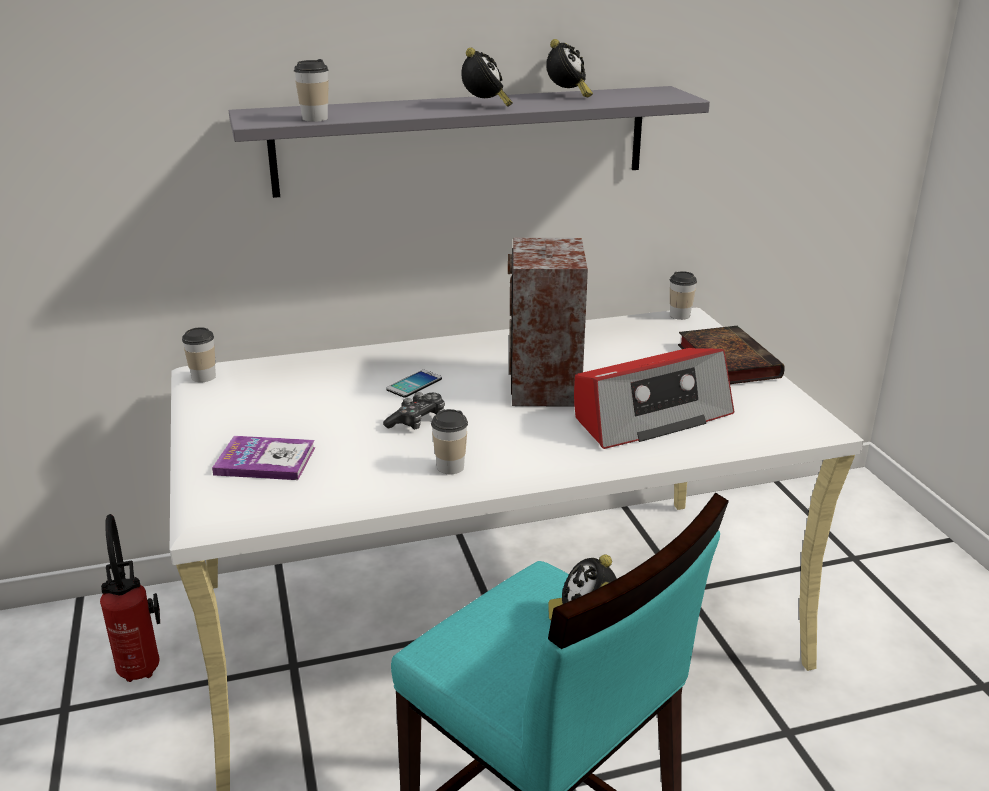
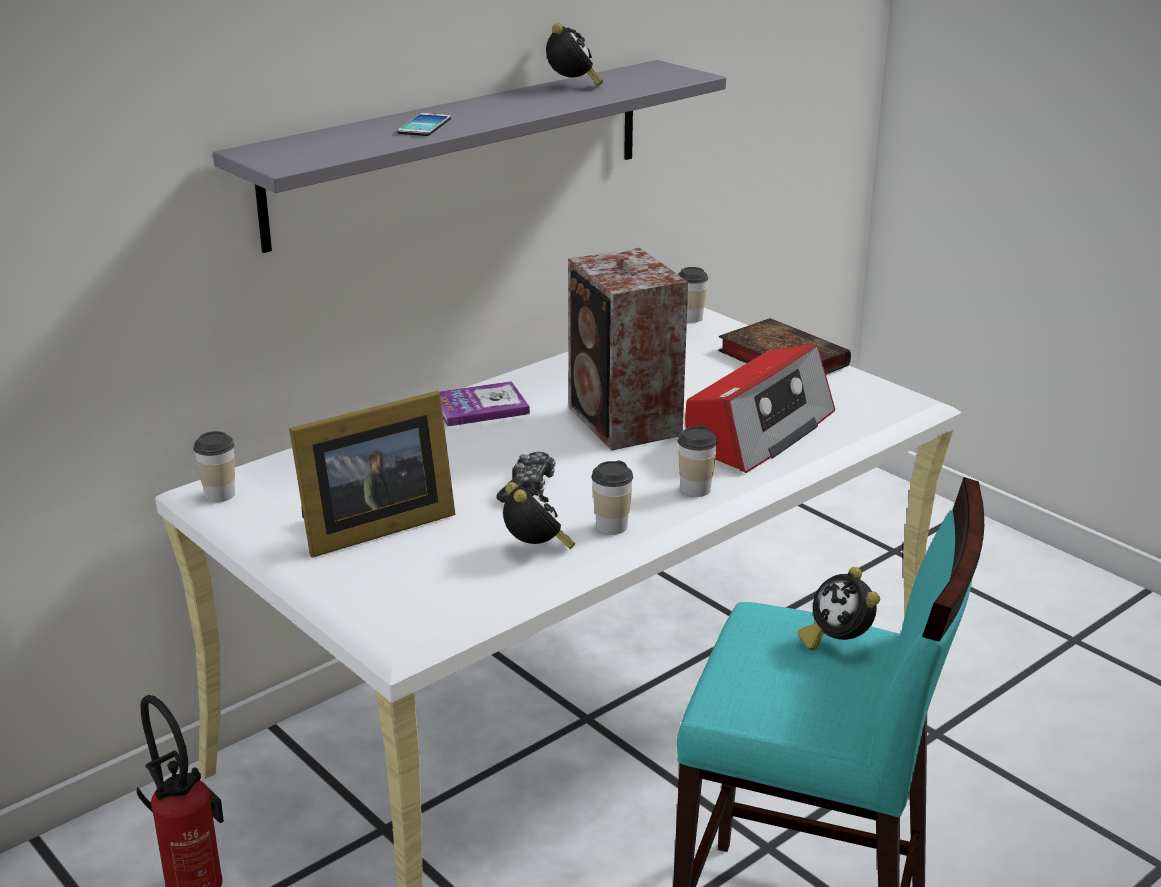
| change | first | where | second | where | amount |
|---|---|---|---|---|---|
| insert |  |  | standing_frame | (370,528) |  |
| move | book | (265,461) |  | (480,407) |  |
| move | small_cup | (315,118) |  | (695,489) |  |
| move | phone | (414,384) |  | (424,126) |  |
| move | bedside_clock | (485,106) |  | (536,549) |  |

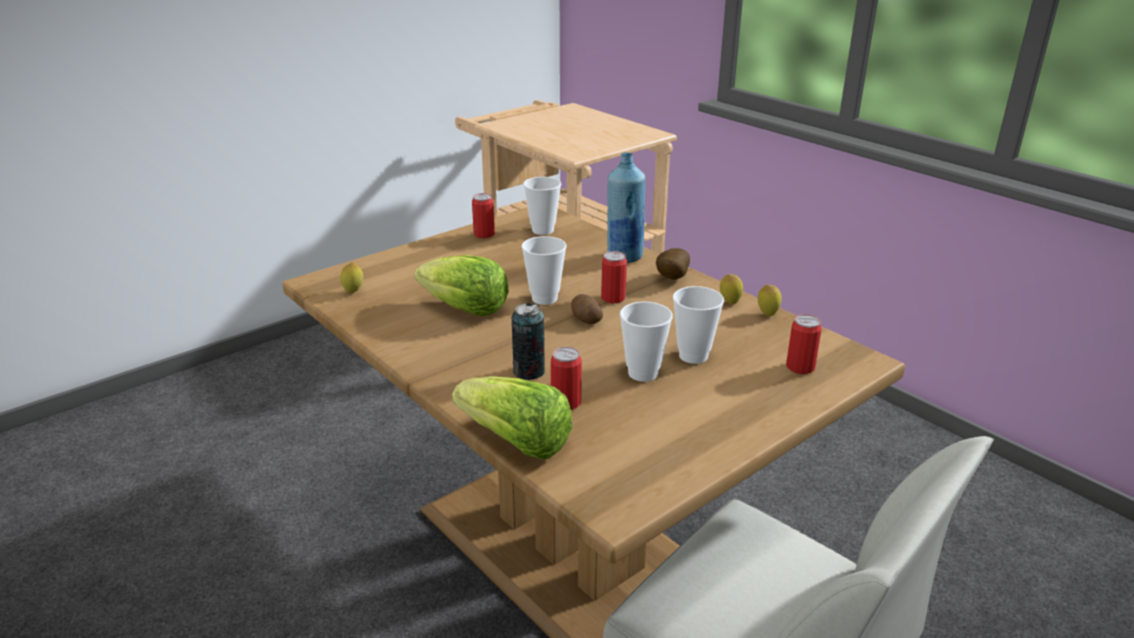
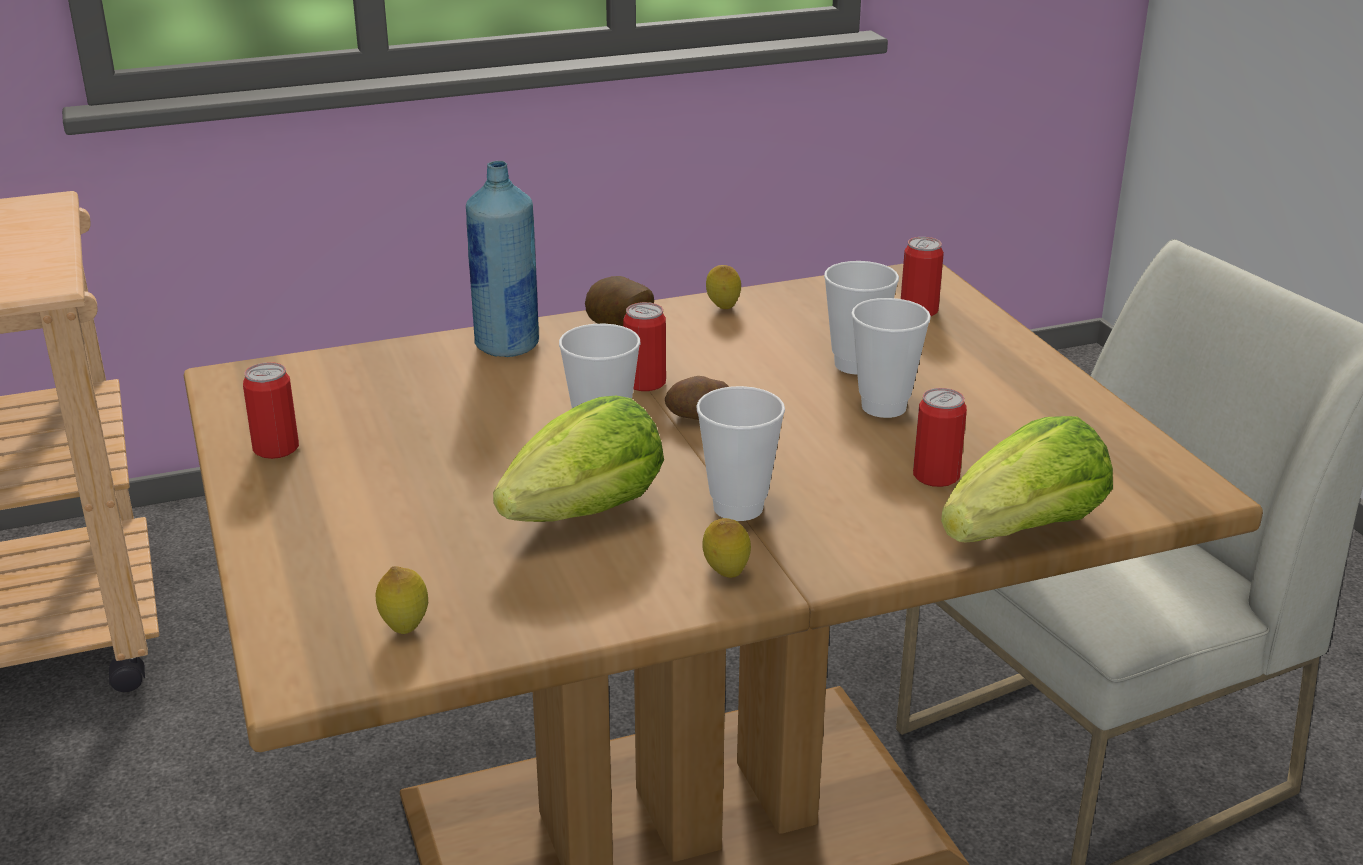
| change | first | where | second | where | amount |
|---|---|---|---|---|---|
| delete | can | (529,372) |  |  |  |
| move | small_cup | (542,230) |  | (738,507) |  |
| move | citrus_fruit | (767,314) |  | (726,575) |  |

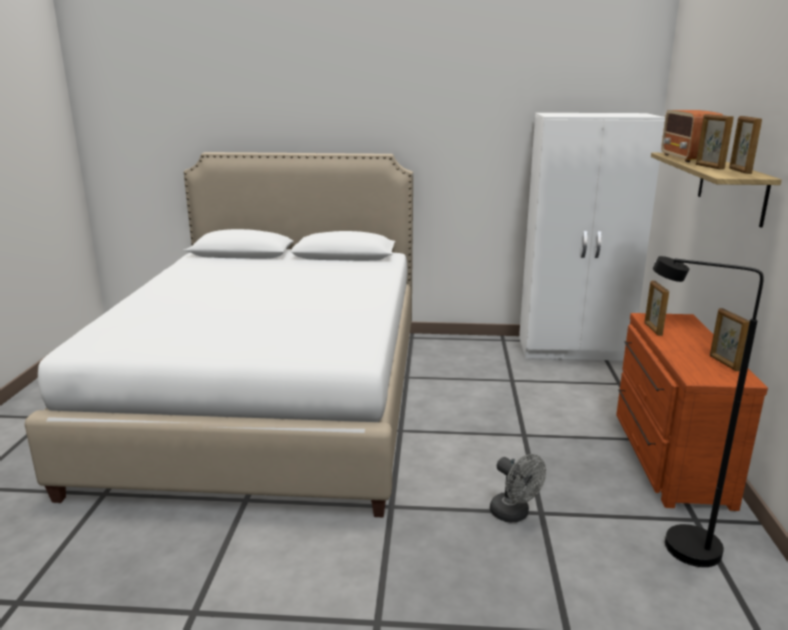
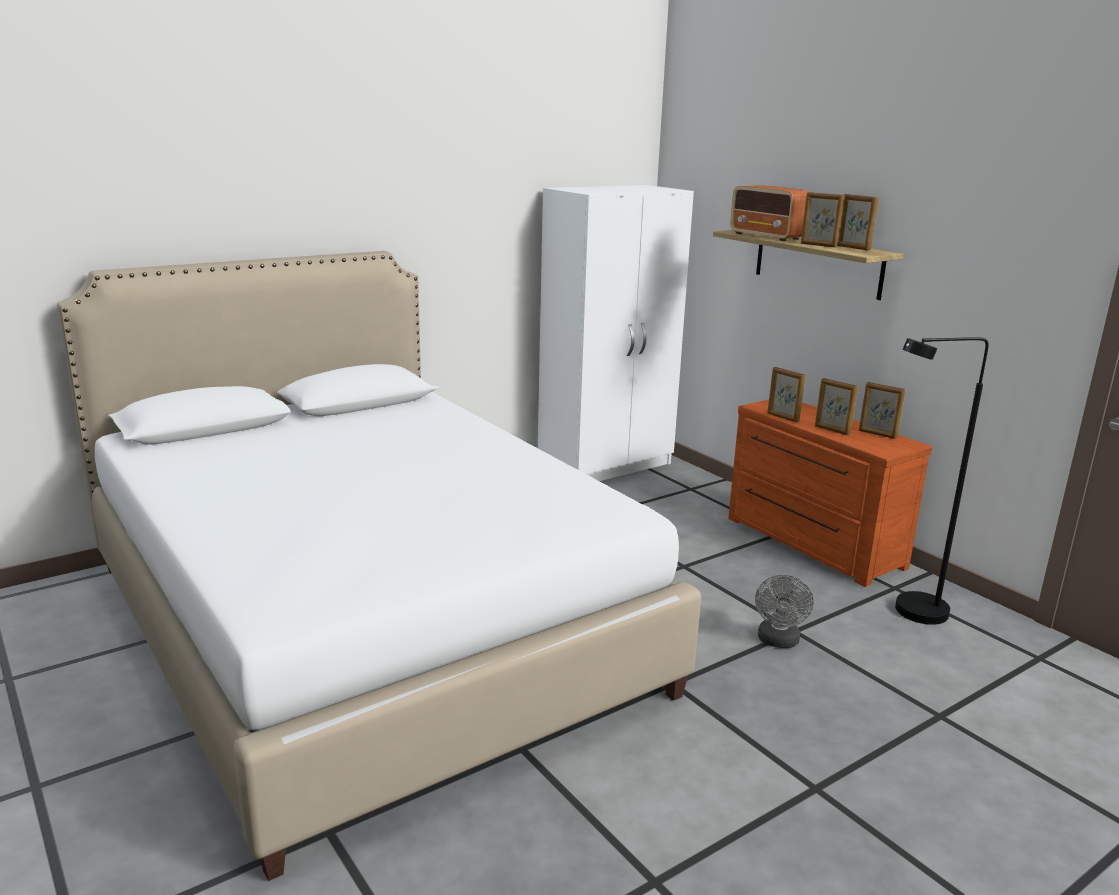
| change | first | where | second | where | amount |
|---|---|---|---|---|---|
| insert |  |  | standing_frame | (832,430) |  |
| rotate | gray_electric_fan | (514,514) |  | (778,642) | 90 degrees clockwise |

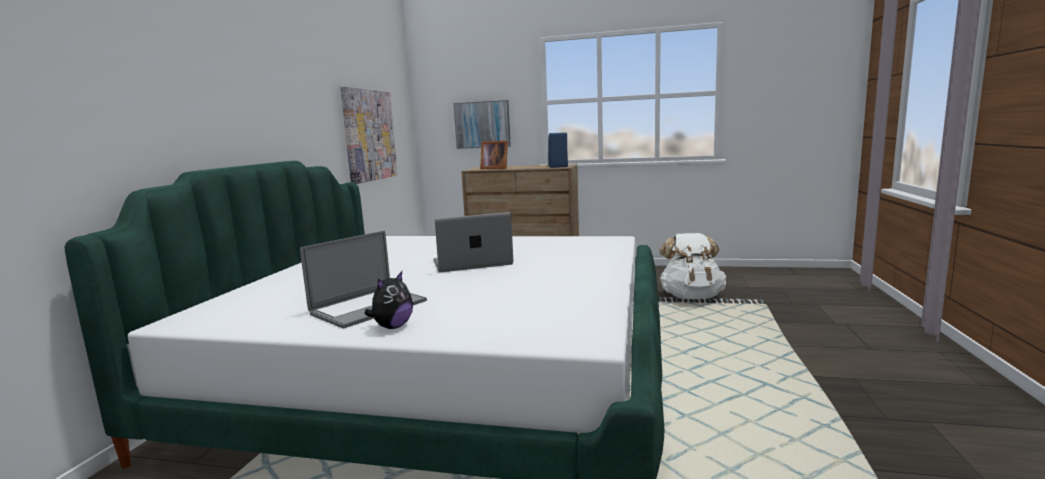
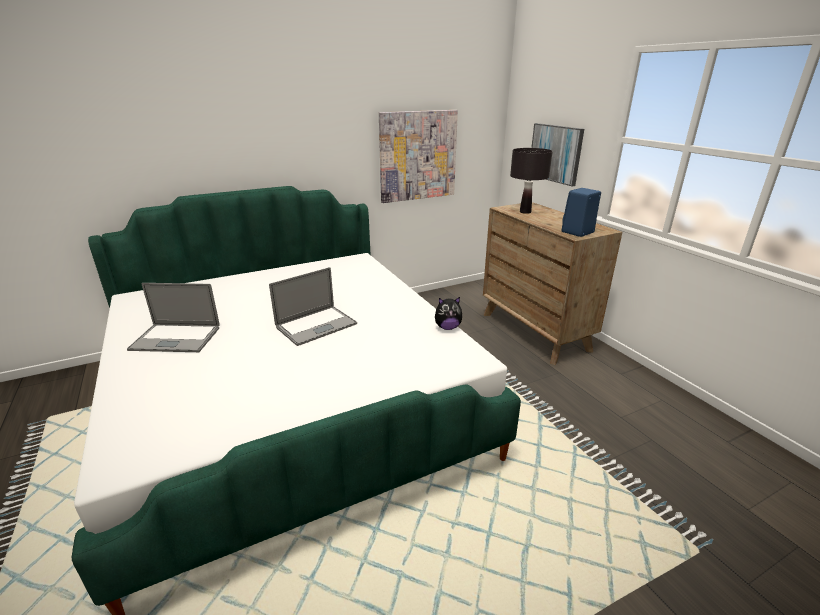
| change | first | where | second | where | amount |
|---|---|---|---|---|---|
| delete | white-coloured_rucksack | (691,297) |  |  |  |
| move | cuddly_toy | (392,327) |  | (447,327) |  |
| replace | standing_frame | (494,168) | black-coloured_tabletop_lamp | (525,212) |  |
| rotate | notebook_computer | (472,263) |  | (316,325) | 105 degrees clockwise |

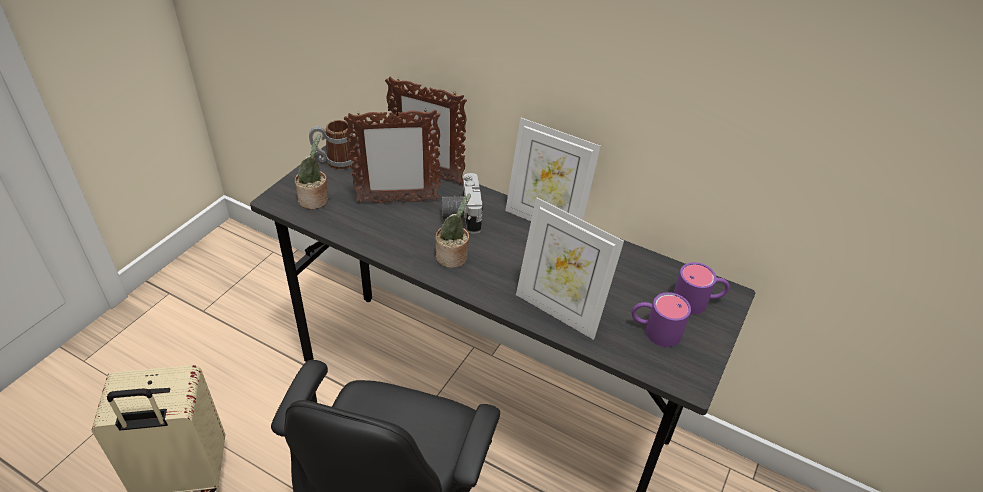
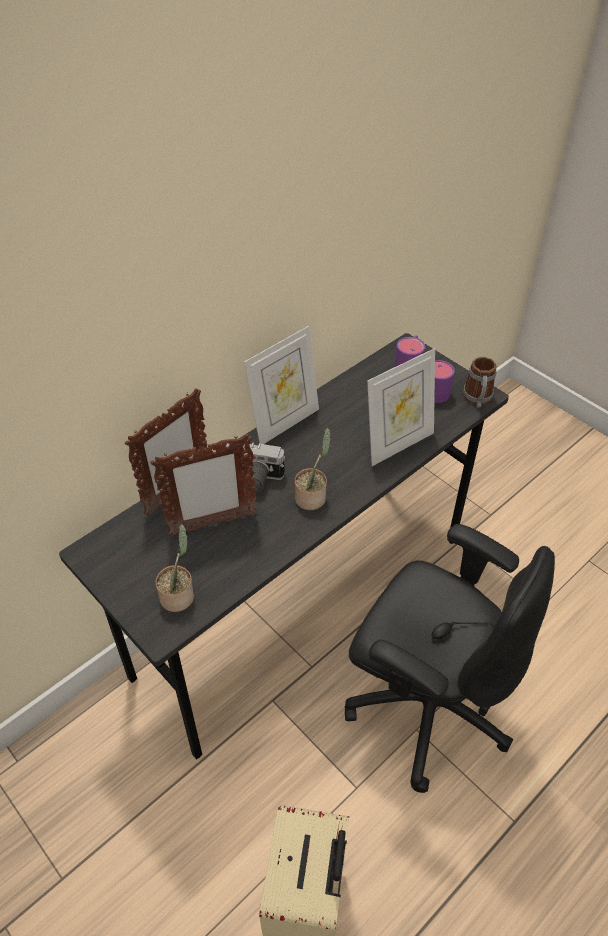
| change | first | where | second | where | amount |
|---|---|---|---|---|---|
| move | mug | (335,161) |  | (477,399) |  |
| rotate | standing_frame | (397,201) |  | (212,524) | 60 degrees clockwise |

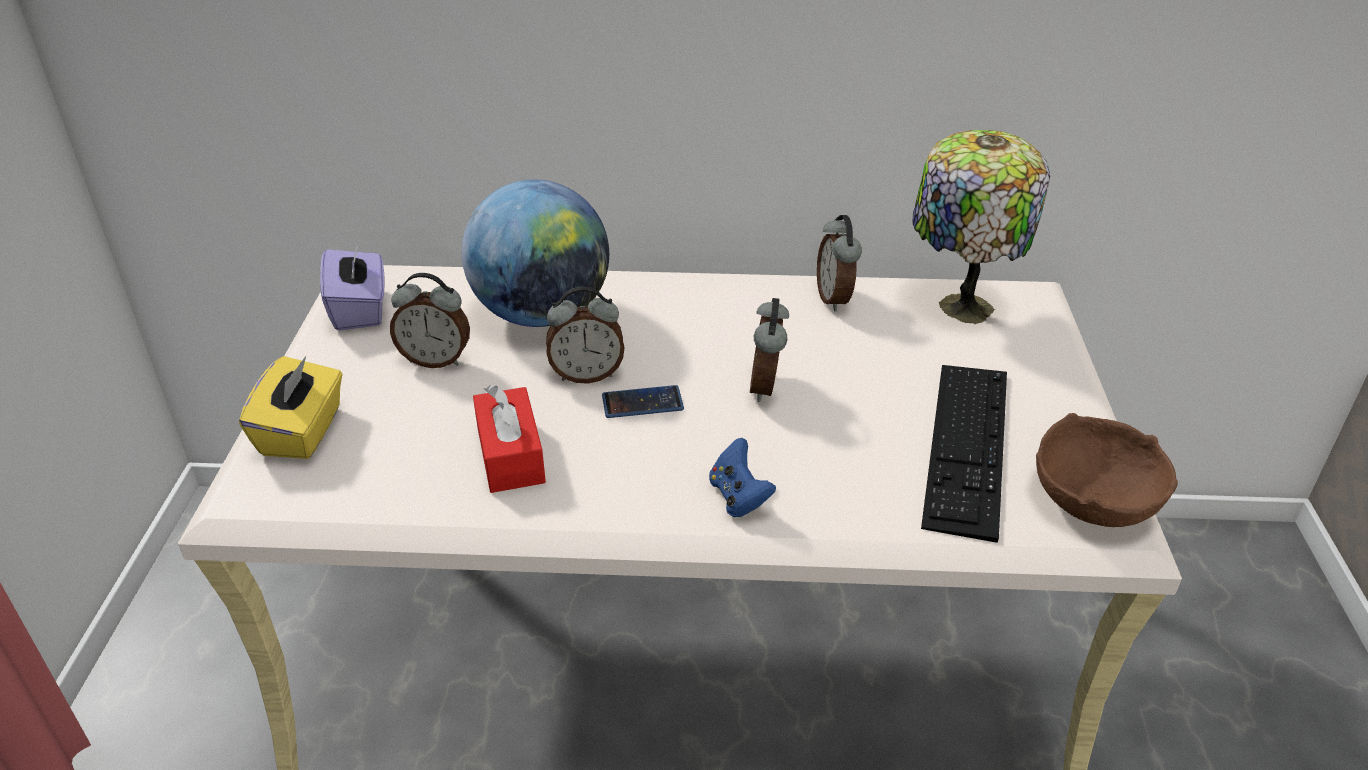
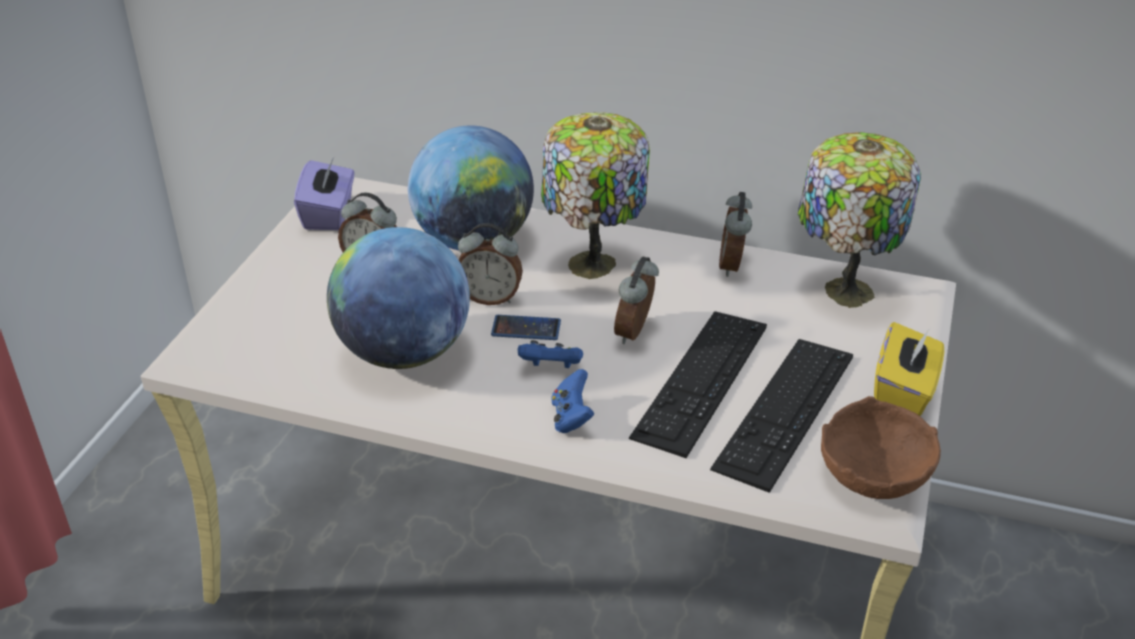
| change | first | where | second | where | amount |
|---|---|---|---|---|---|
| insert |  |  | blue_game_controller | (551,368) |  |
| insert |  |  | tabletop_lamp | (592,267) |  |
| insert |  |  | PC_keyboard | (701,380) |  |
| move | yellow_tissue_holder | (303,432) |  | (904,391) |  |
| replace | red_tissue_holder | (510,455) | globe | (404,353) |  |

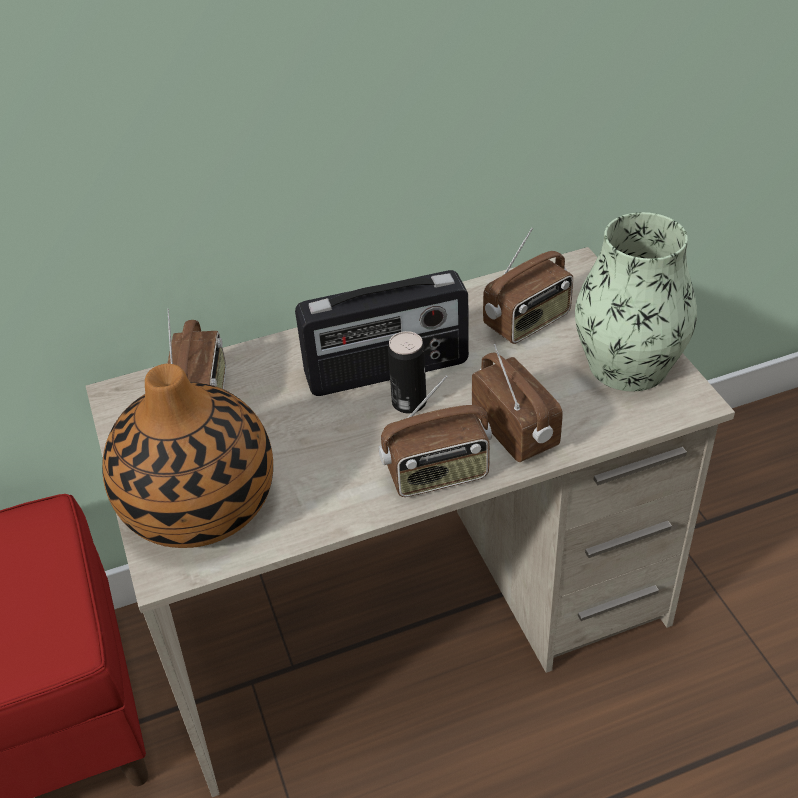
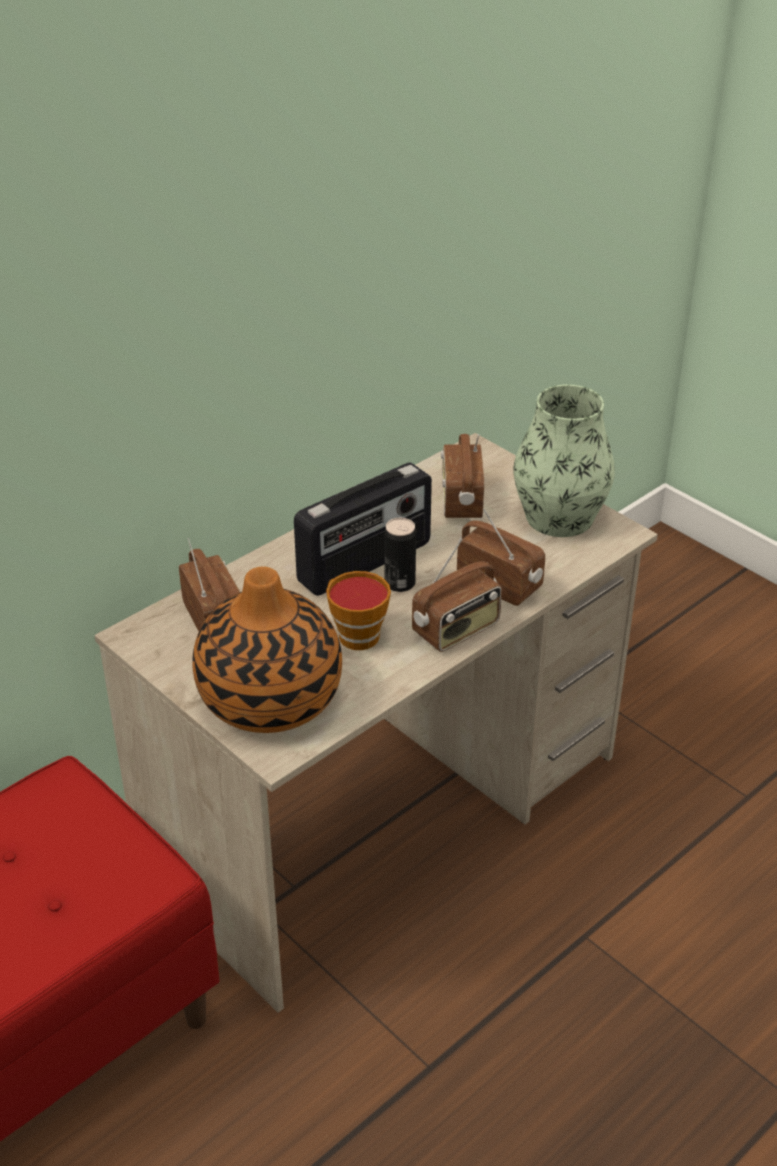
| change | first | where | second | where | amount |
|---|---|---|---|---|---|
| insert |  |  | small_cup | (354,634) |  |
| rotate | radio | (528,322) |  | (460,501) | 150 degrees clockwise |

